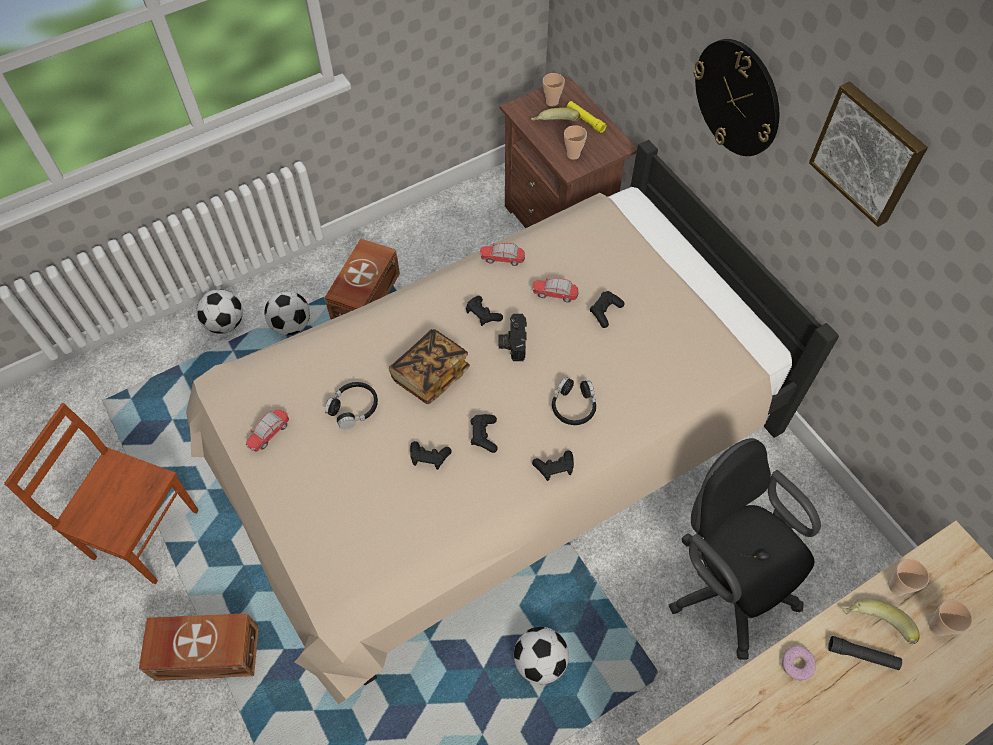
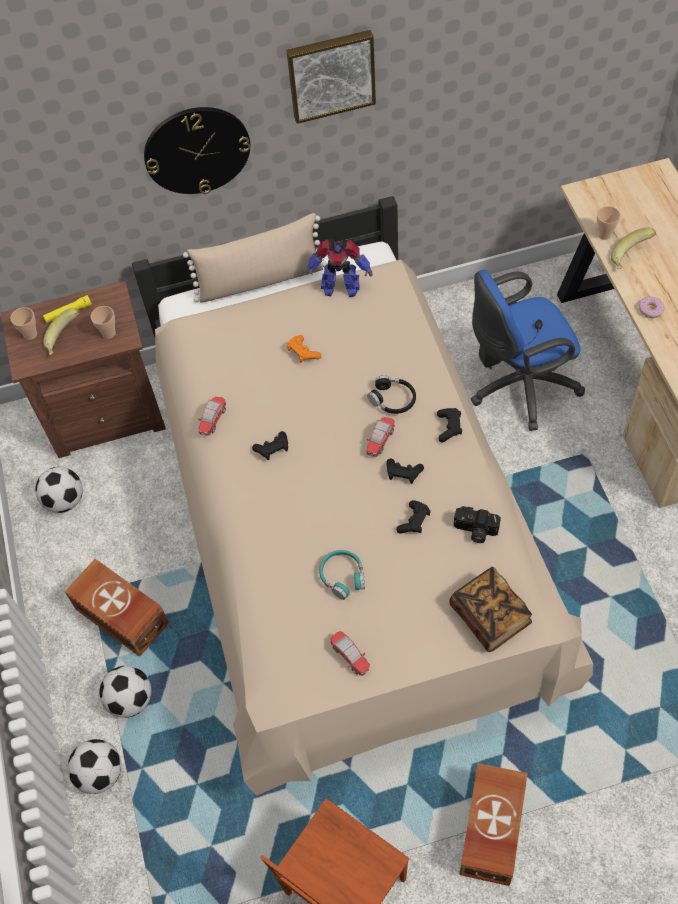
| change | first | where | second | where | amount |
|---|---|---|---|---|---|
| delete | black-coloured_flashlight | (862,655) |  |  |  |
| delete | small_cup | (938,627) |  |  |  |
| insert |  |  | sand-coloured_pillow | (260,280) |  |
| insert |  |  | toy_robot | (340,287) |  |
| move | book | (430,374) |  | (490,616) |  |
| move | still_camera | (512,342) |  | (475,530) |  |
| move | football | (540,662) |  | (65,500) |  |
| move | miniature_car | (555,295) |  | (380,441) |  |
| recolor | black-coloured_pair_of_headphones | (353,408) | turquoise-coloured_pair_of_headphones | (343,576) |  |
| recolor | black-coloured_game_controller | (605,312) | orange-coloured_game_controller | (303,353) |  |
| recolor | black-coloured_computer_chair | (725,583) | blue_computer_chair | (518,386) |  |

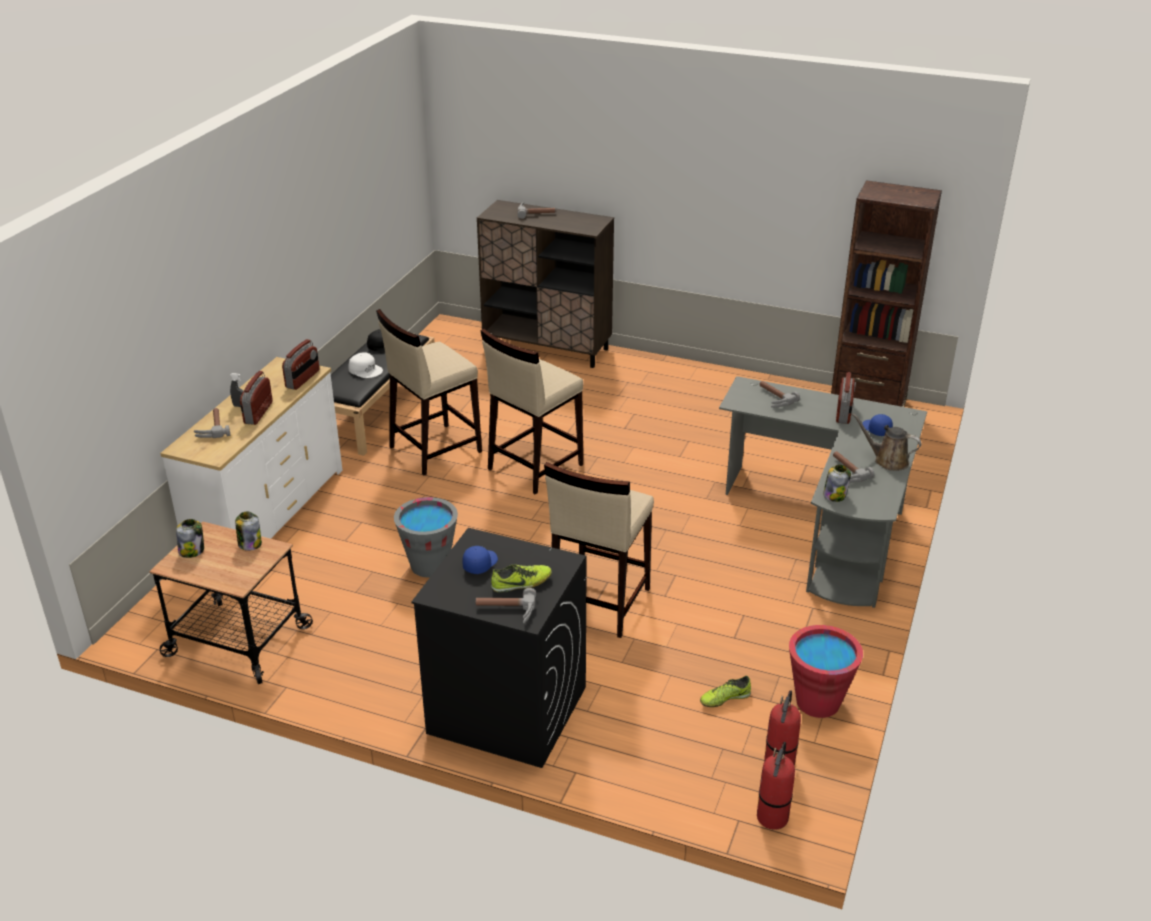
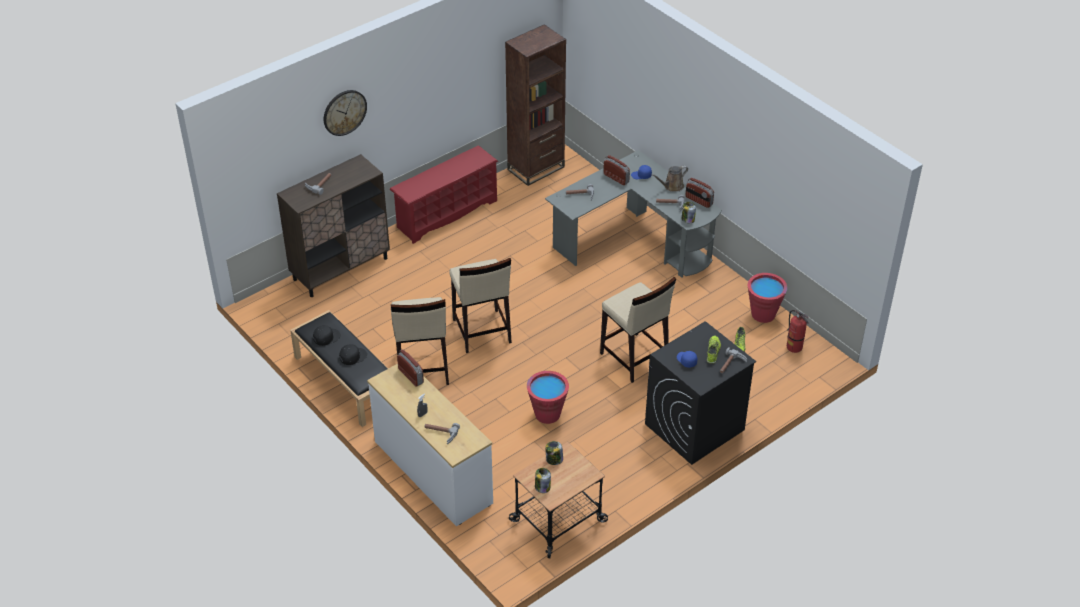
| change | first | where | second | where | amount |
|---|---|---|---|---|---|
| delete | fire-fighting_cylinder | (772,818) |  |  |  |
| insert |  |  | hanging_clock | (344,112) |  |
| insert |  |  | red_shoe_stand | (446,213) |  |
| move | radio | (258,413) |  | (698,201) |  |
| recolor | white-coloured_peaked_cap | (366,370) | black-coloured_peaked_cap | (352,356) |  |
| recolor | gray_water_bucket | (429,565) | red_water_bucket | (547,414) |  |

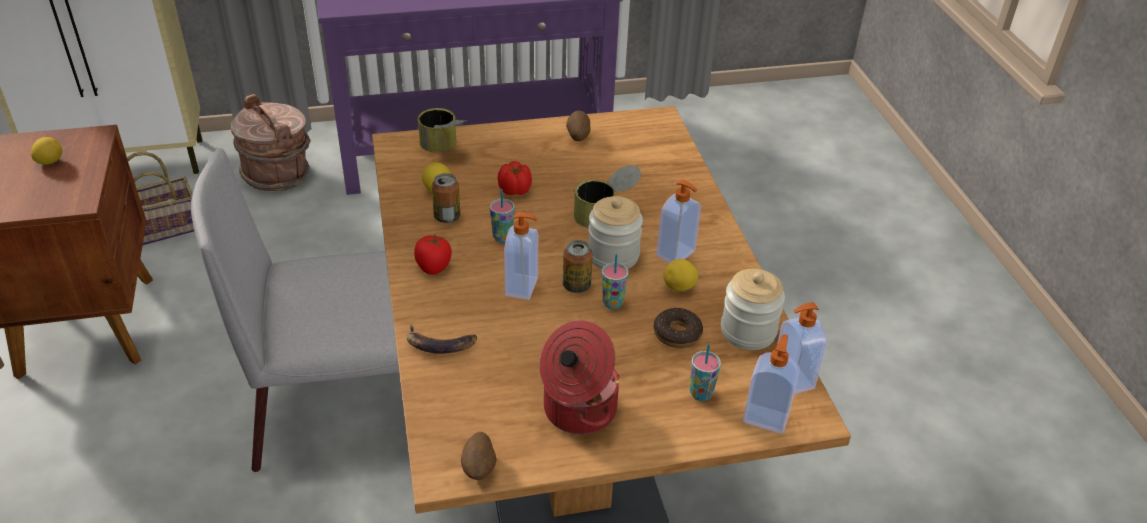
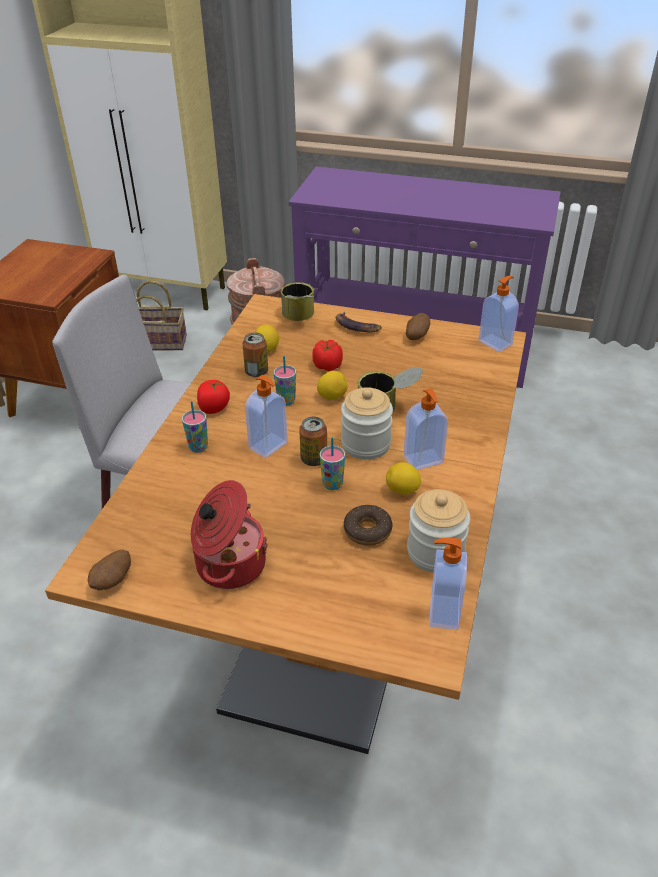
| change | first | where | second | where | amount |
|---|---|---|---|---|---|
| move | citrus_fruit | (50,161) |  | (332,396) |  |
| move | whole_banana | (440,344) |  | (356,326) |  |
| move | small_cup | (701,394) |  | (198,447) |  |
| move | soap_dispenser | (766,417) |  | (495,342) |  |

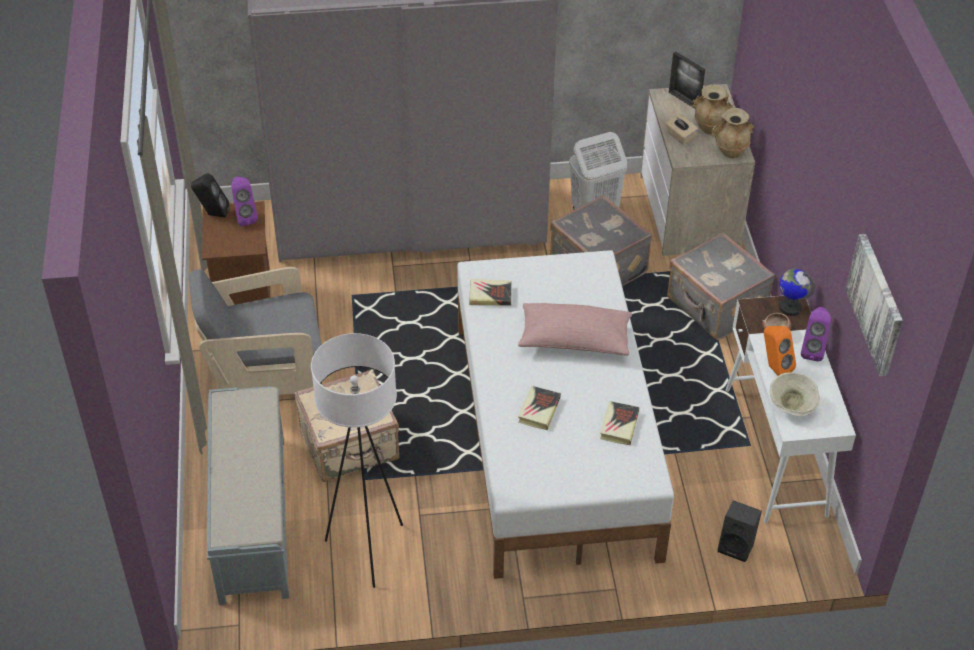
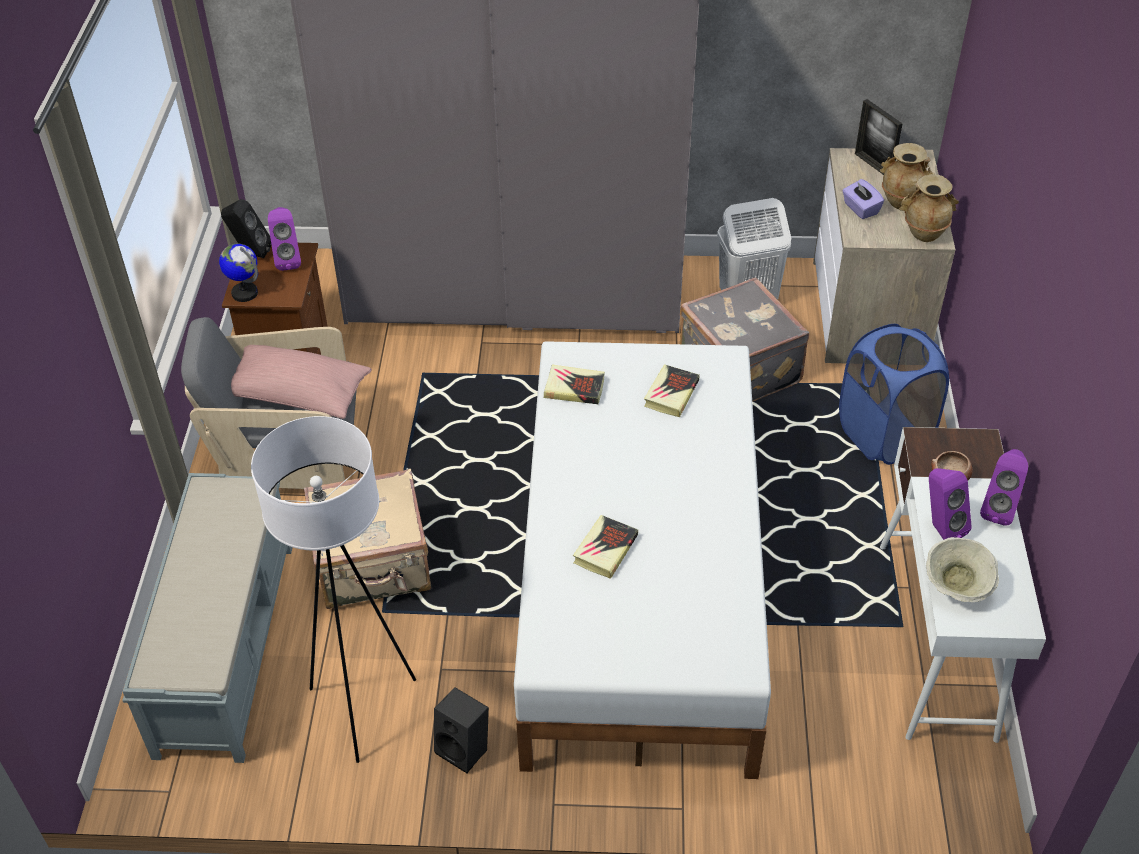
| change | first | where | second | where | amount |
|---|---|---|---|---|---|
| delete | wall_art | (876,304) |  |  |  |
| move | pink_pillow | (574,340) |  | (297,395) |  |
| move | book | (619,425) |  | (671,394) |  |
| move | black-coloured_loudspeaker | (737,546) |  | (465,749) |  |
| move | globe | (789,307) |  | (244,293) |  |
| replace | gray_travel_case | (715,307) | blue_washing_basket | (884,436) |  |
| recolor | sand-coloured_tissue_holder | (680,136) | purplish_tissue_holder | (860,209) |  |
| recolor | orange-coloured_loudspeaker | (774,368) | purplish_loudspeaker | (940,528) |  |

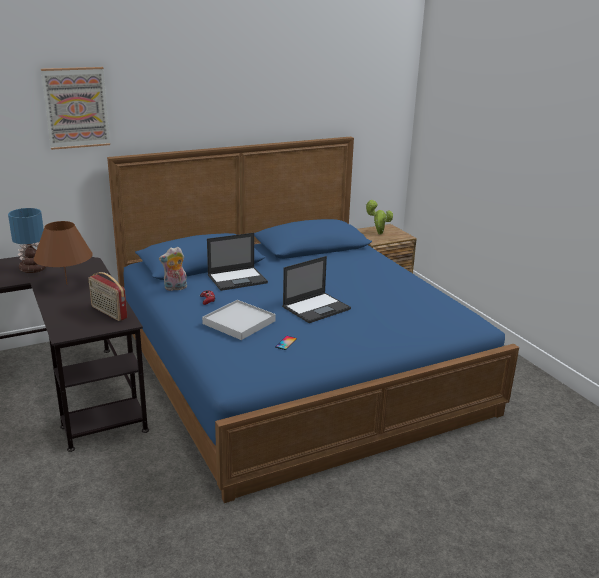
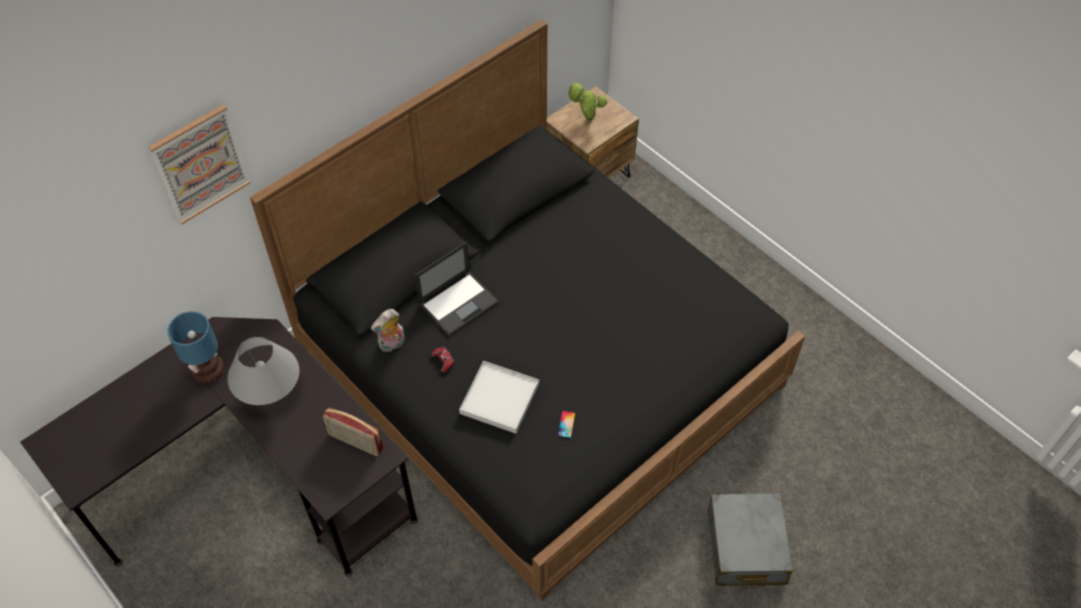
| change | first | where | second | where | amount |
|---|---|---|---|---|---|
| delete | notebook_computer | (317,308) |  |  |  |
| insert |  |  | gray_travel_case | (746,547) |  |
| recolor | brown-coloured_tabletop_lamp | (66,284) | gray_tabletop_lamp | (271,394) |  |
| recolor | blue_bed | (296,368) | black-coloured_bed | (539,364) |  |

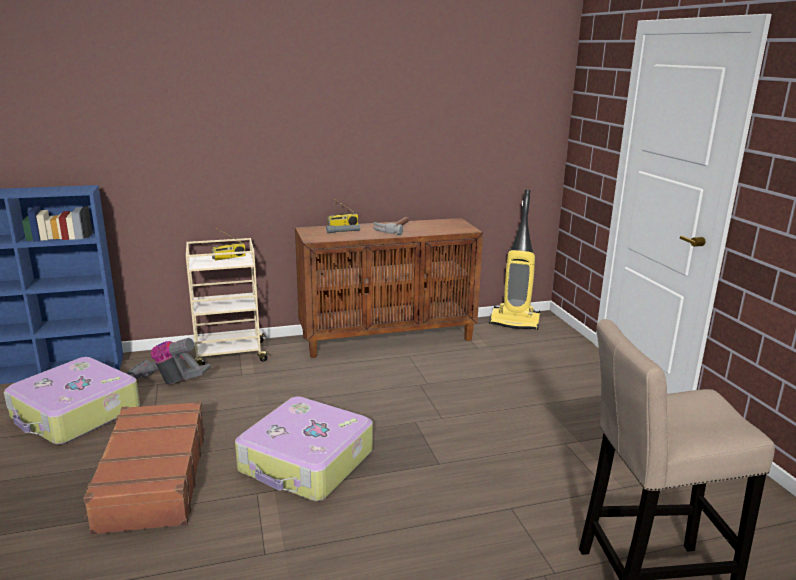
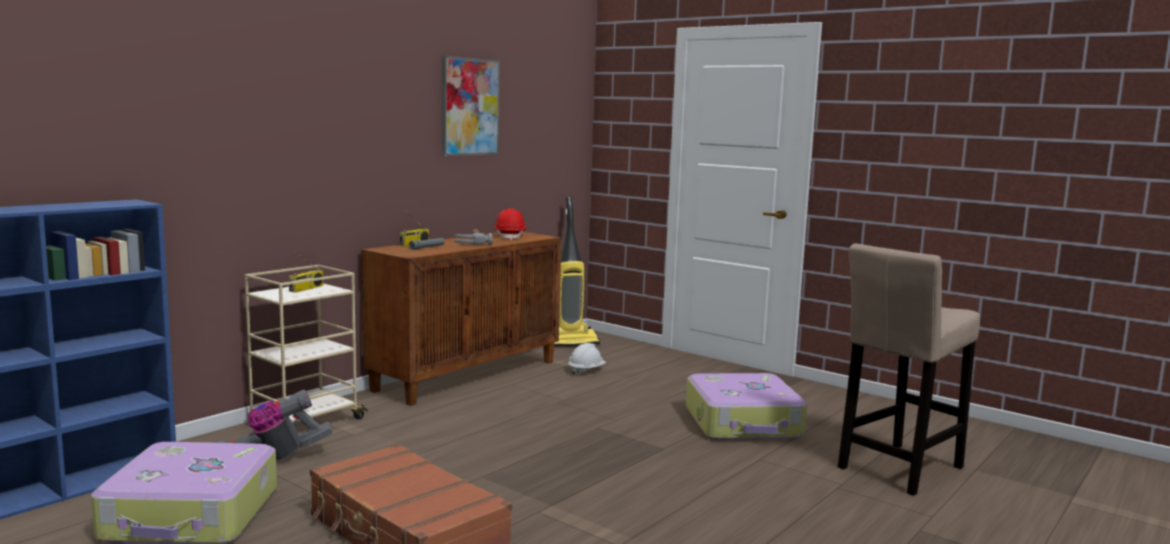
| change | first | where | second | where | amount |
|---|---|---|---|---|---|
| insert |  |  | wall_art | (470,107) |  |
| insert |  |  | red_work_helmet | (510,236) |  |
| insert |  |  | white-coloured_work_helmet | (586,371) |  |
| move | travel_case | (306,462) |  | (744,423) |  |

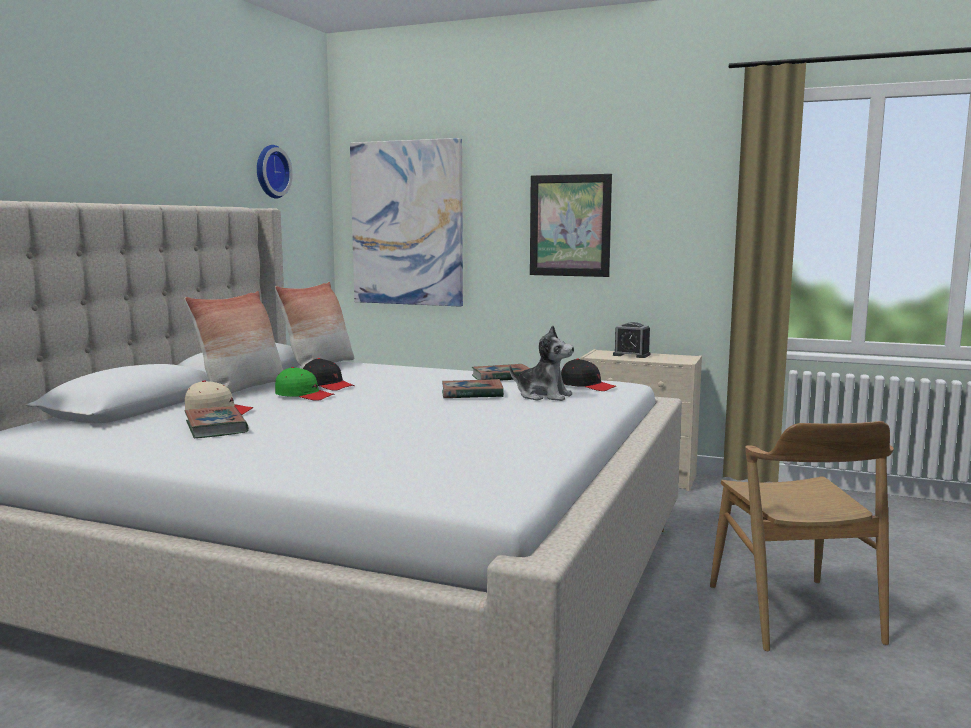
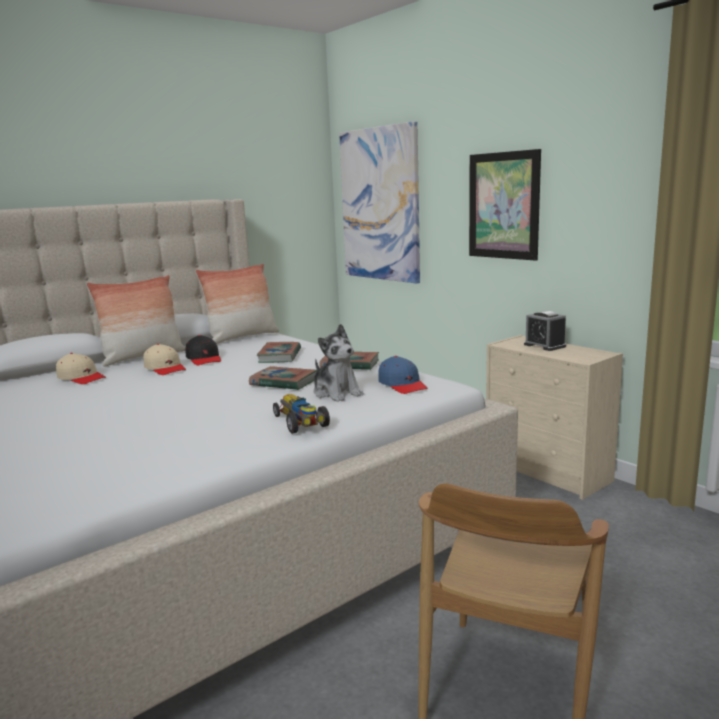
| change | first | where | second | where | amount |
|---|---|---|---|---|---|
| delete | hanging_clock | (270,171) |  |  |  |
| insert |  |  | miniature_car | (301,423) |  |
| move | book | (216,427) |  | (279,356) |  |
| recolor | green_peaked_cap | (304,395) | sand-coloured_peaked_cap | (165,368) |  |
| recolor | black-coloured_peaked_cap | (587,386) | blue_peaked_cap | (402,385) |  |

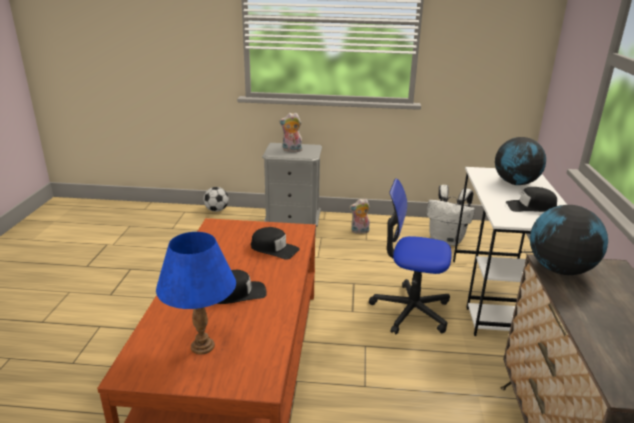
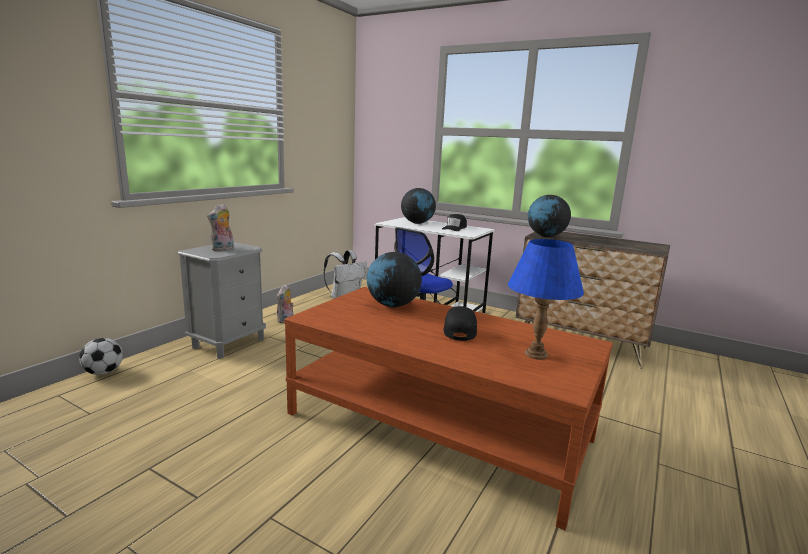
| change | first | where | second | where | amount |
|---|---|---|---|---|---|
| replace | black-coloured_peaked_cap | (274,249) | globe | (392,305) |  |

